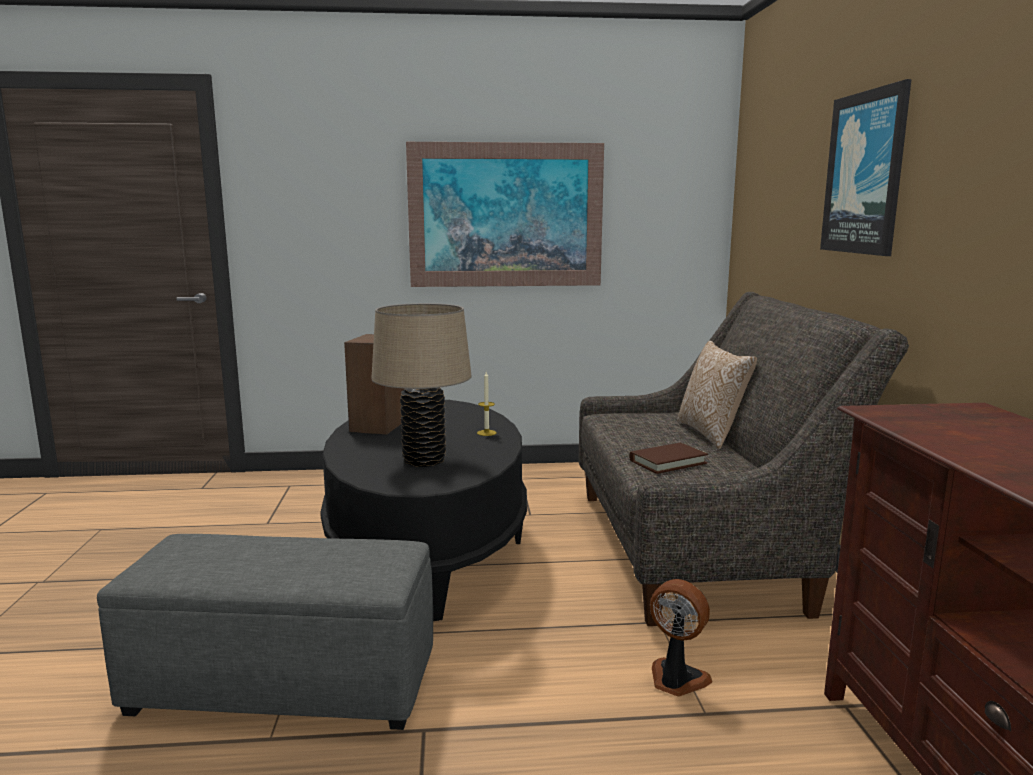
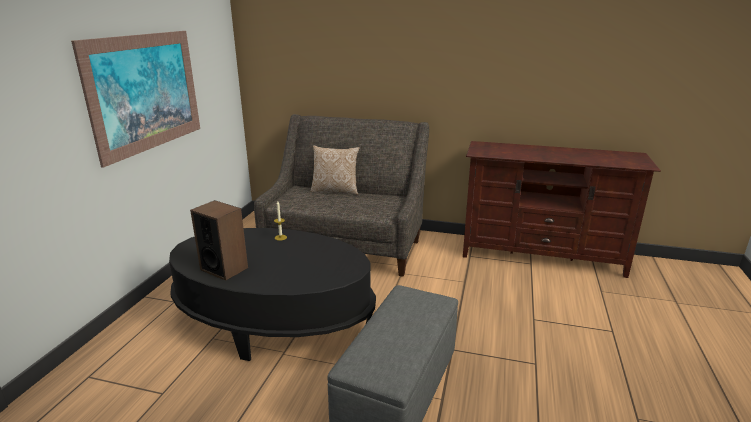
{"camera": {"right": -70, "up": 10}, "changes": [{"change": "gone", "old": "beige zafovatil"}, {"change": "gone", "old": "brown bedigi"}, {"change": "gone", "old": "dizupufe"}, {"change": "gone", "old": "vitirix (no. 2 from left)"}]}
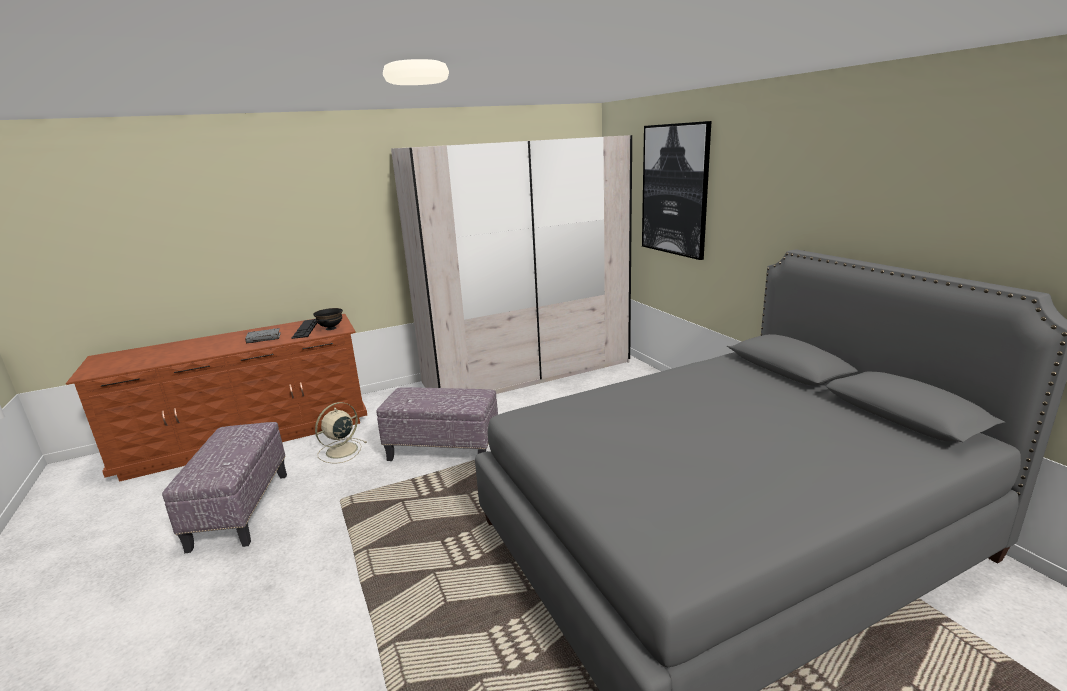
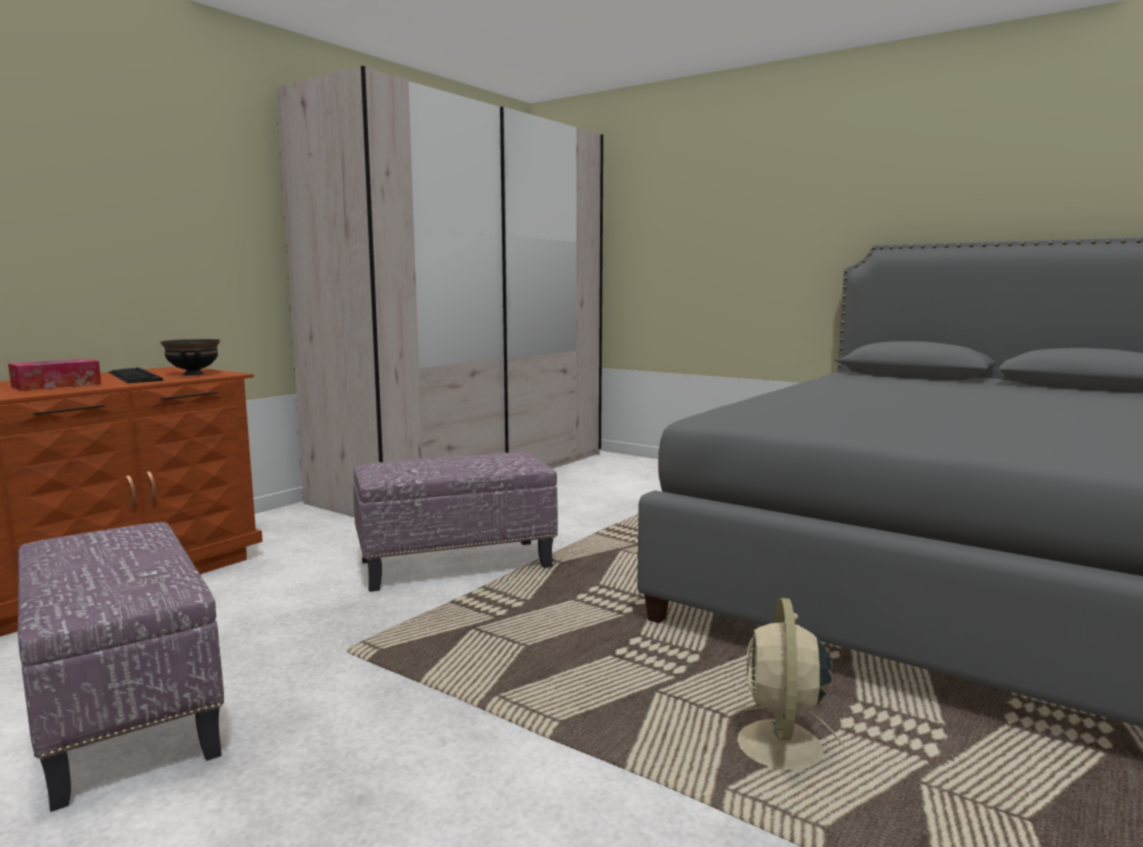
{"camera": {"right": -30, "up": -10}, "changes": [{"change": "swapped", "old": "grey bedigi", "new": "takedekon"}, {"change": "shifted", "old": "beige dizupufe"}, {"change": "gone", "old": "vitirix"}]}
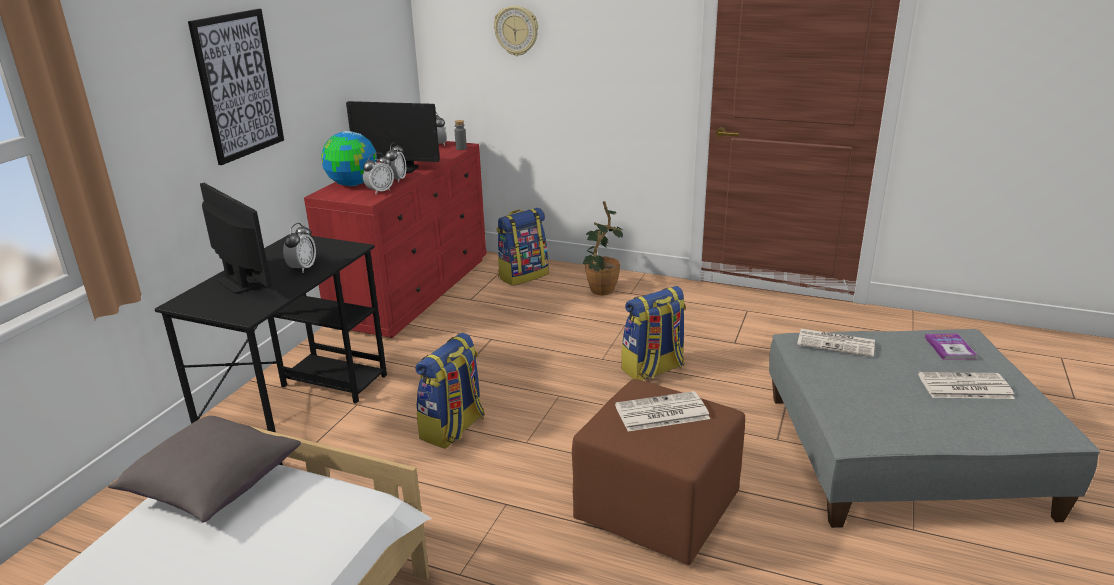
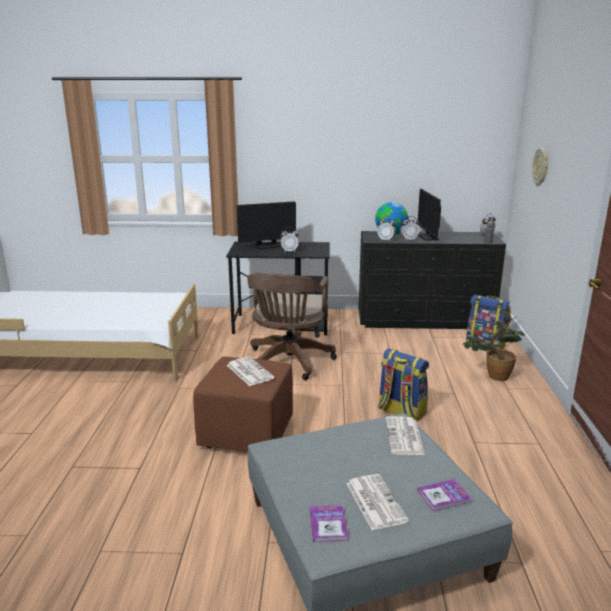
{"camera": {"right": 70, "up": -5}, "changes": [{"change": "gone", "old": "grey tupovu"}, {"change": "gone", "old": "vitirix"}, {"change": "rotated", "old": "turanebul (no. 1 from left)", "degrees": 45}, {"change": "repainted", "old": "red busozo", "new": "black busozo"}, {"change": "swapped", "old": "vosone (no. 1 from left)", "new": "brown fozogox"}, {"change": "new", "new": "bedigi (no. 1 from left)"}]}
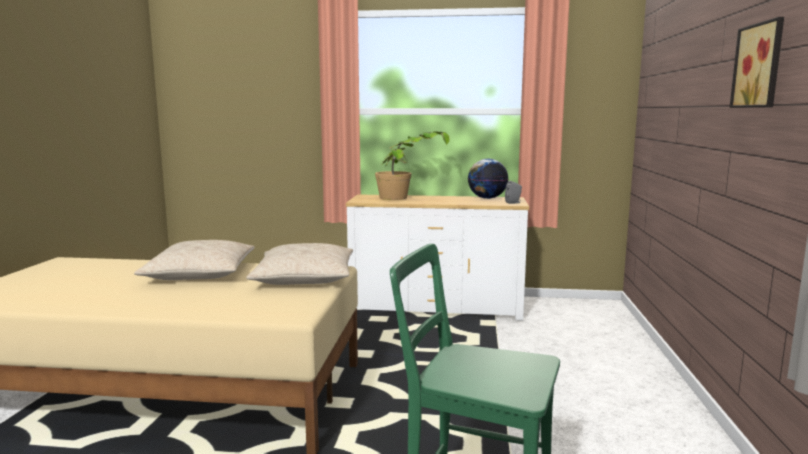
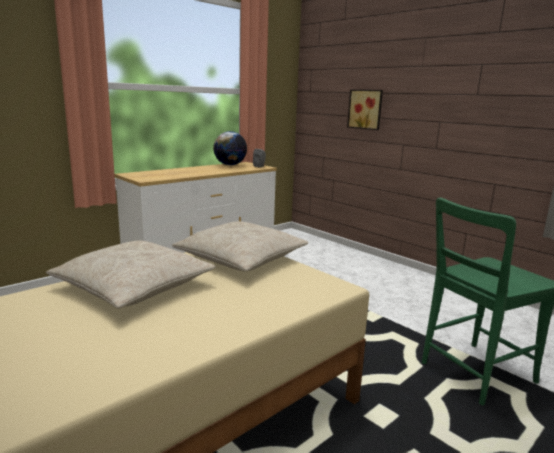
{"camera": {"right": -50, "up": 5}, "changes": [{"change": "gone", "old": "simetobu"}, {"change": "shifted", "old": "vitirix"}]}
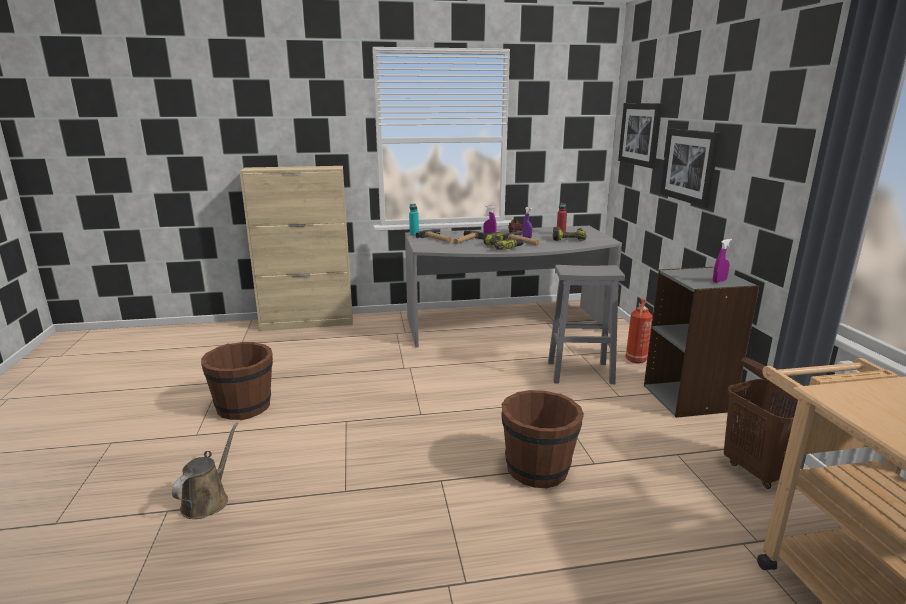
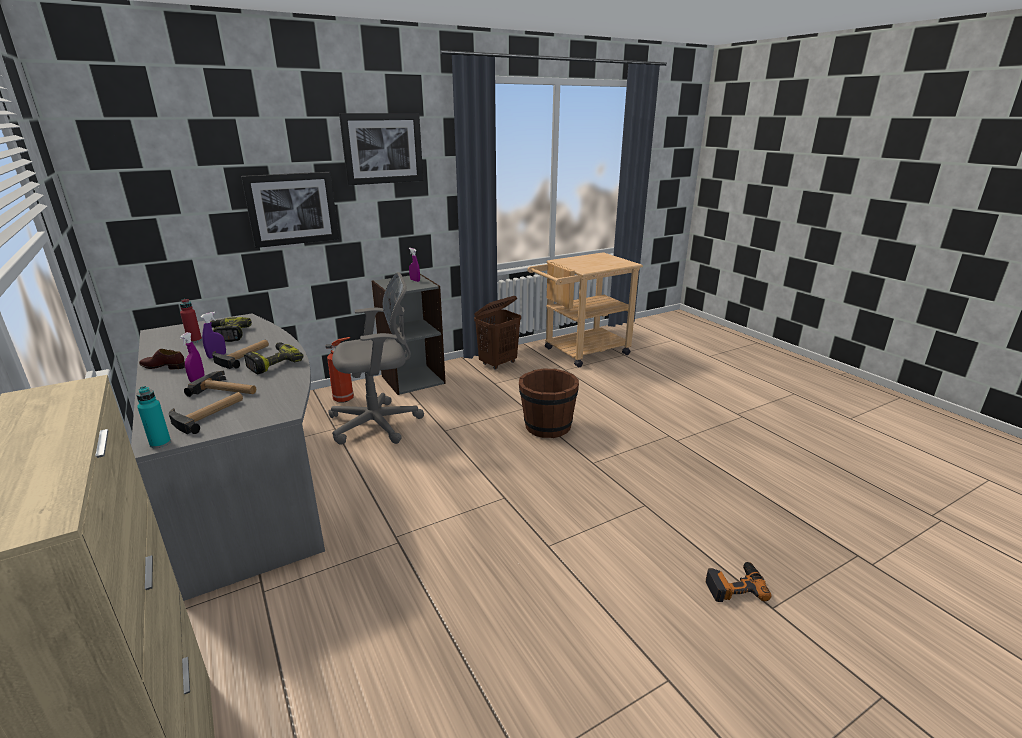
{"camera": {"right": -110, "up": 5}, "changes": [{"change": "swapped", "old": "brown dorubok", "new": "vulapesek (no. 3 from left)"}, {"change": "gone", "old": "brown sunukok (no. 1 from left)"}, {"change": "swapped", "old": "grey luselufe", "new": "grey fozogox"}, {"change": "shifted", "old": "vitirix (no. 1 from left in the first image)", "new": "vitirix (no. 2 from left)"}]}
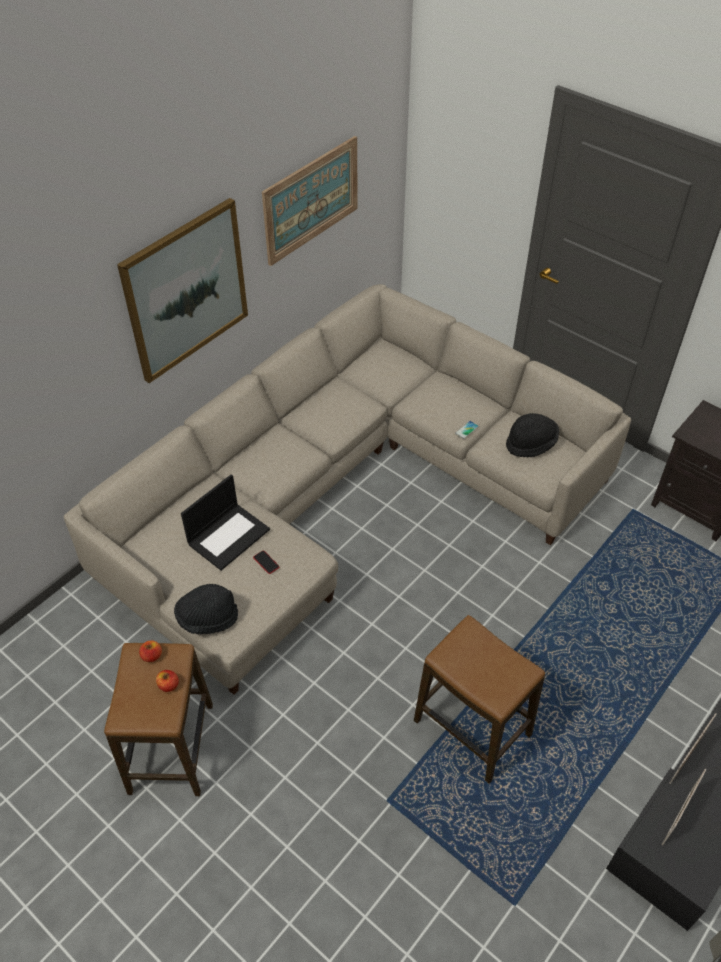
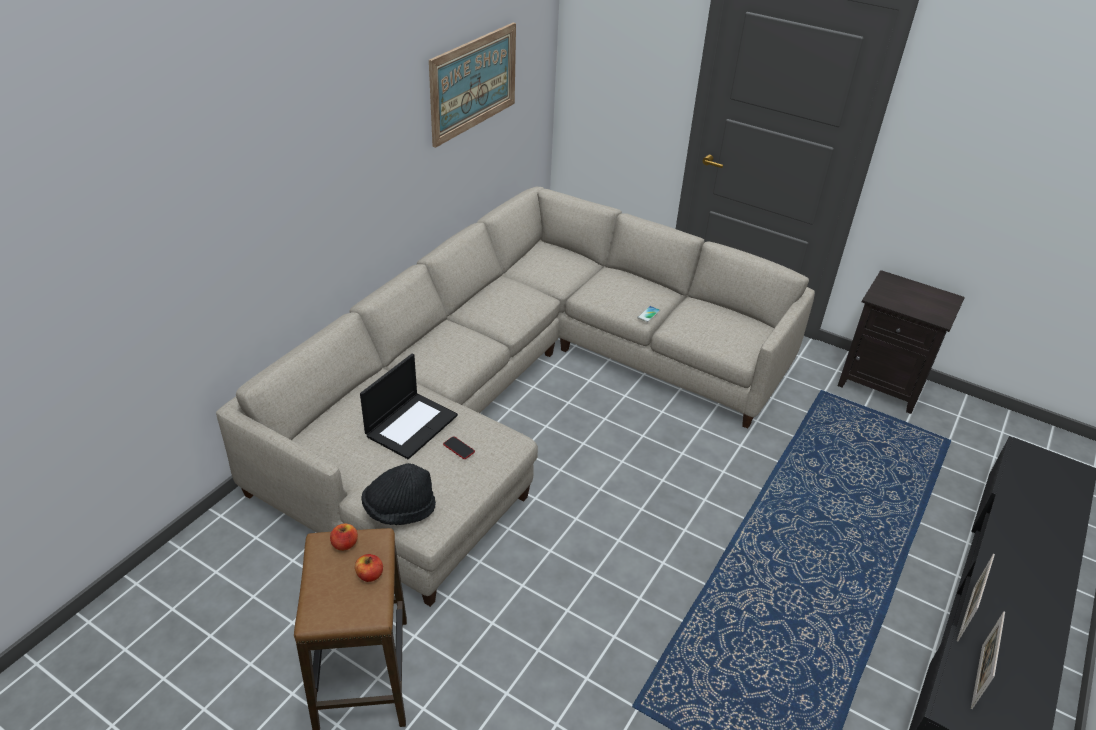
{"camera": {"right": -10, "up": -10}, "changes": [{"change": "gone", "old": "vitirix (no. 1 from left)"}, {"change": "gone", "old": "luselufe (no. 2 from left)"}, {"change": "gone", "old": "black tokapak (no. 2 from left)"}]}
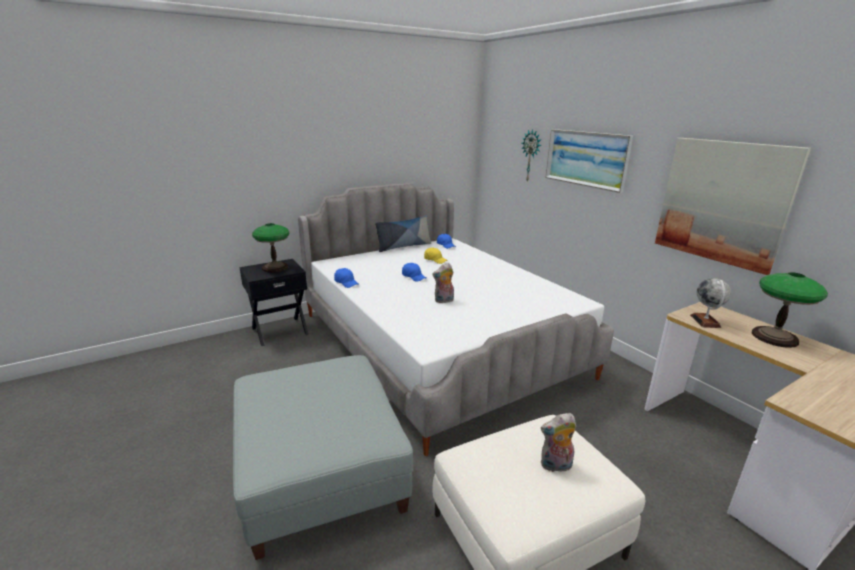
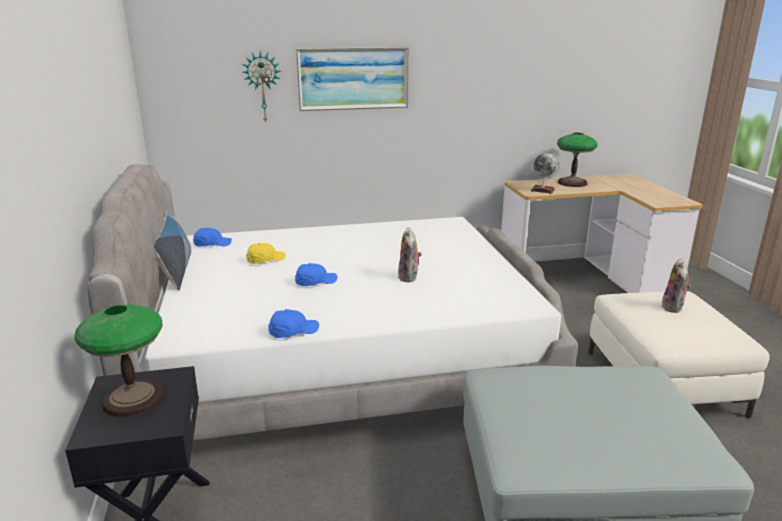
{"camera": {"right": -70, "up": 0}, "changes": [{"change": "gone", "old": "vitirix (no. 2 from left)"}]}
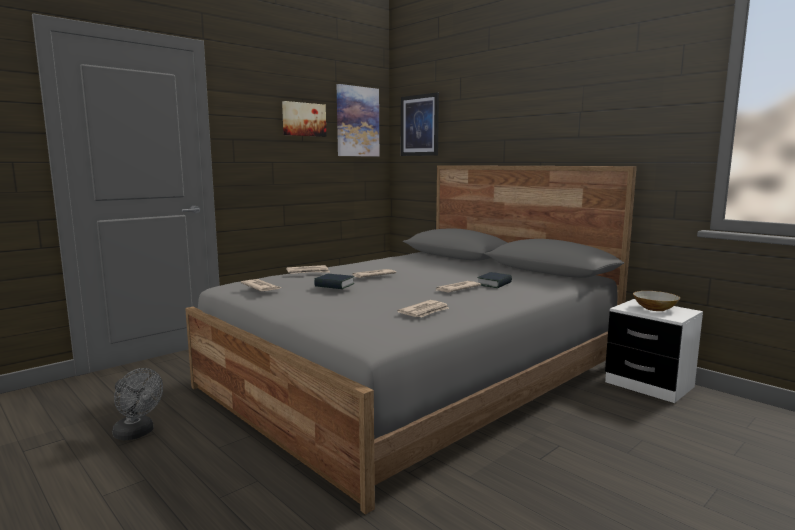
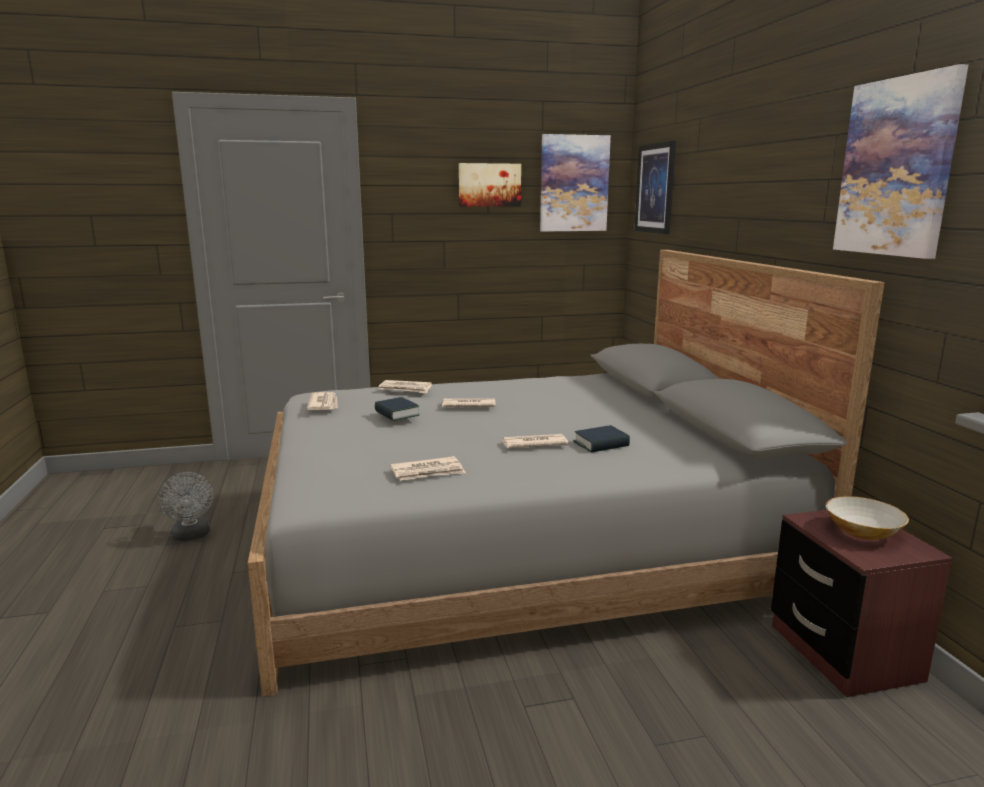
{"camera": {"right": 30, "up": 5}, "changes": [{"change": "repainted", "old": "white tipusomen", "new": "brown tipusomen"}, {"change": "new", "new": "vitirix (no. 4 from left)"}]}
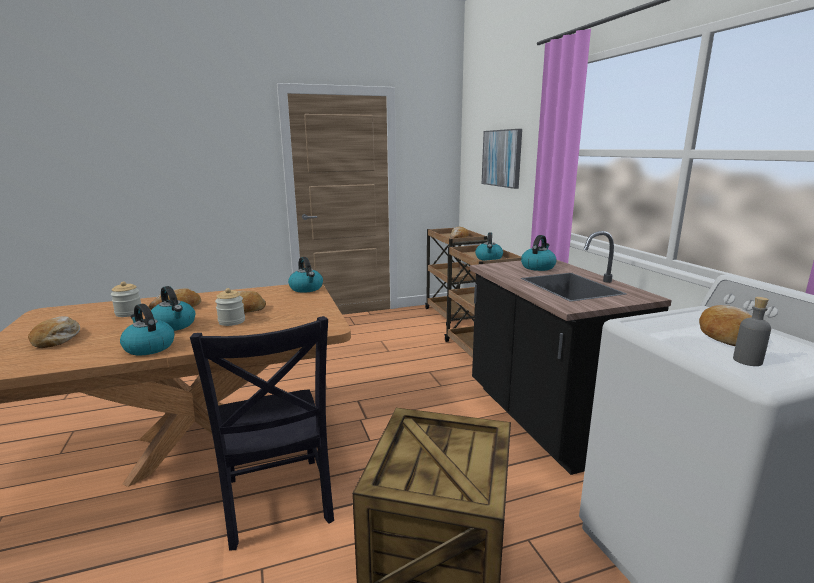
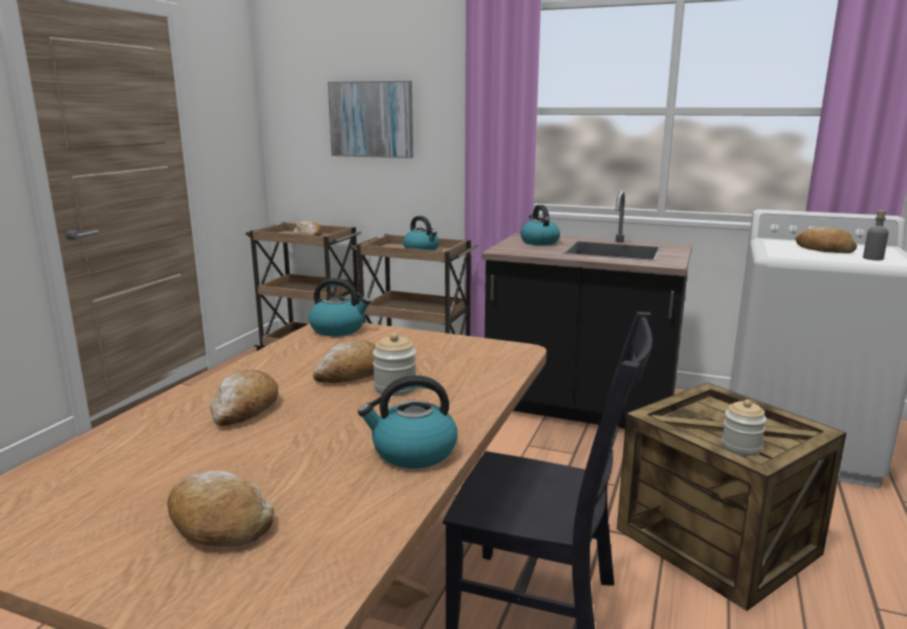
{"camera": {"right": -50, "up": 0}, "changes": [{"change": "shifted", "old": "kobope (no. 1 from left in the first image)", "new": "kobope (no. 2 from left)"}, {"change": "gone", "old": "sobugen (no. 2 from left)"}]}
